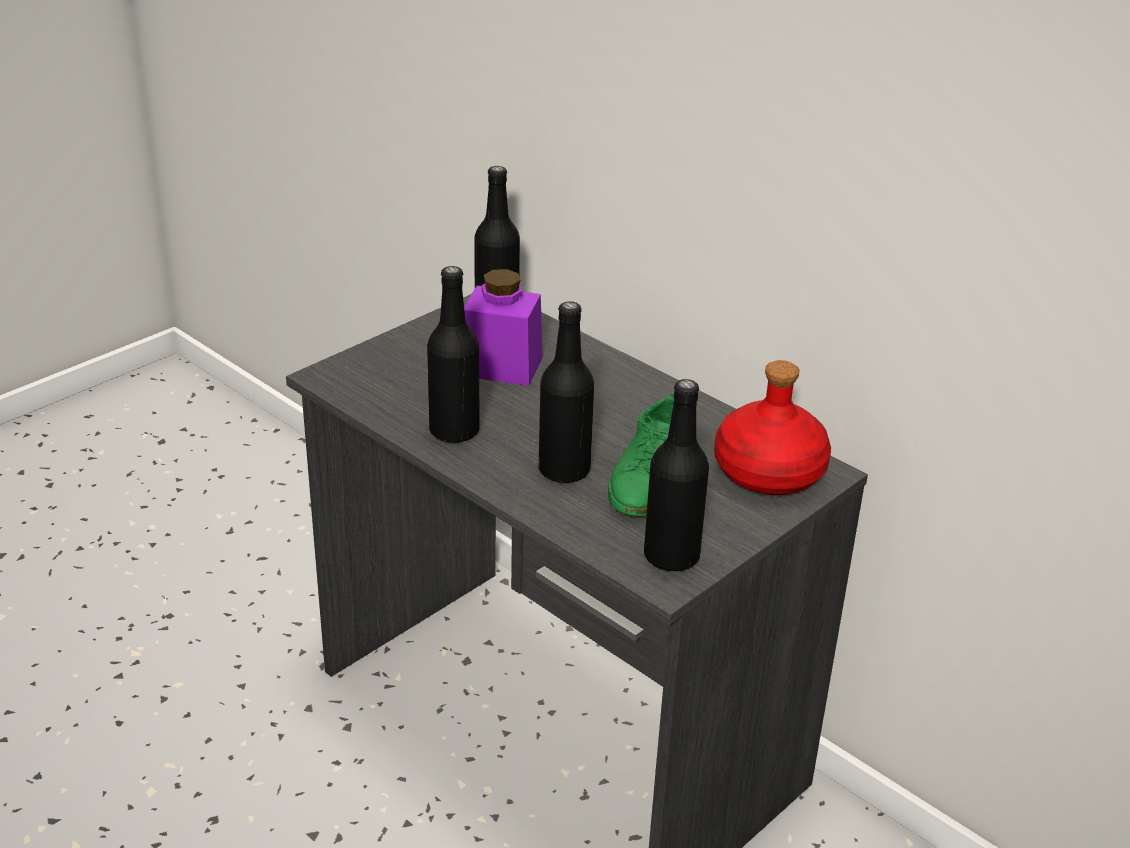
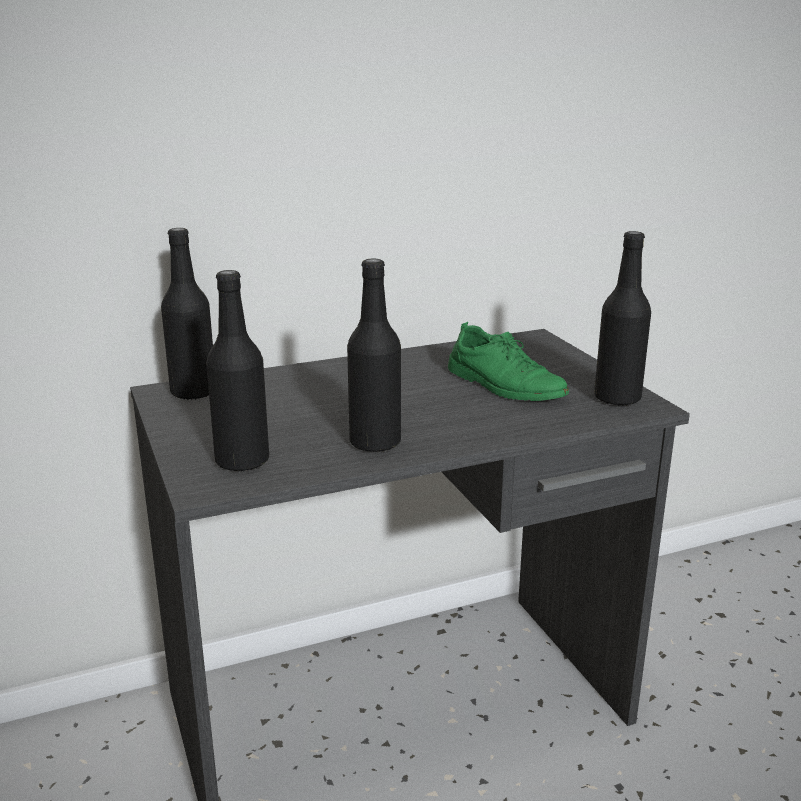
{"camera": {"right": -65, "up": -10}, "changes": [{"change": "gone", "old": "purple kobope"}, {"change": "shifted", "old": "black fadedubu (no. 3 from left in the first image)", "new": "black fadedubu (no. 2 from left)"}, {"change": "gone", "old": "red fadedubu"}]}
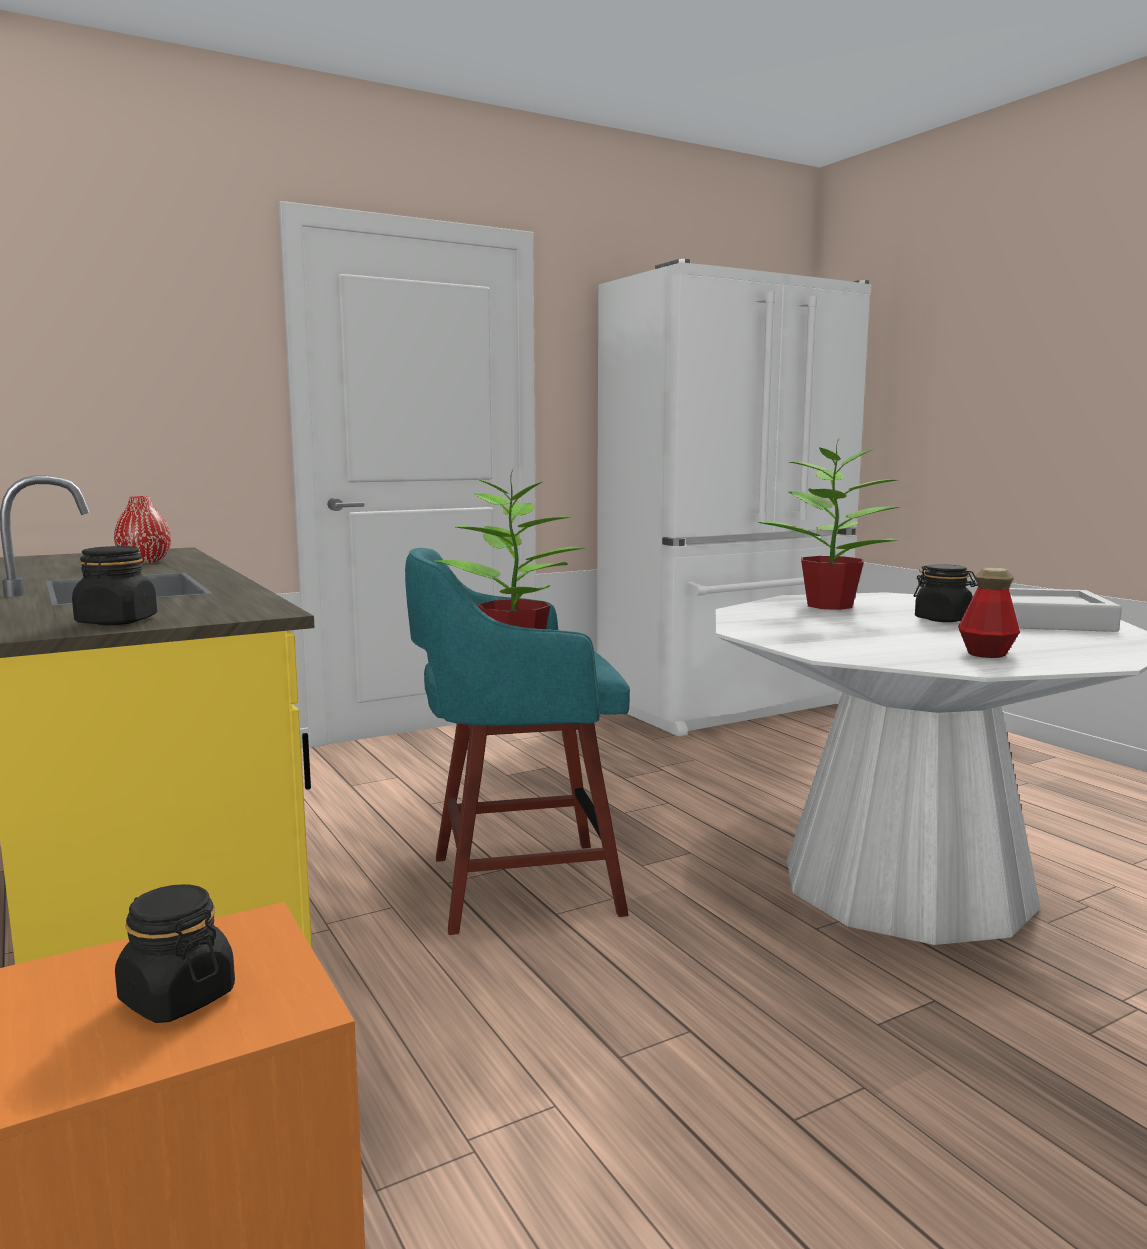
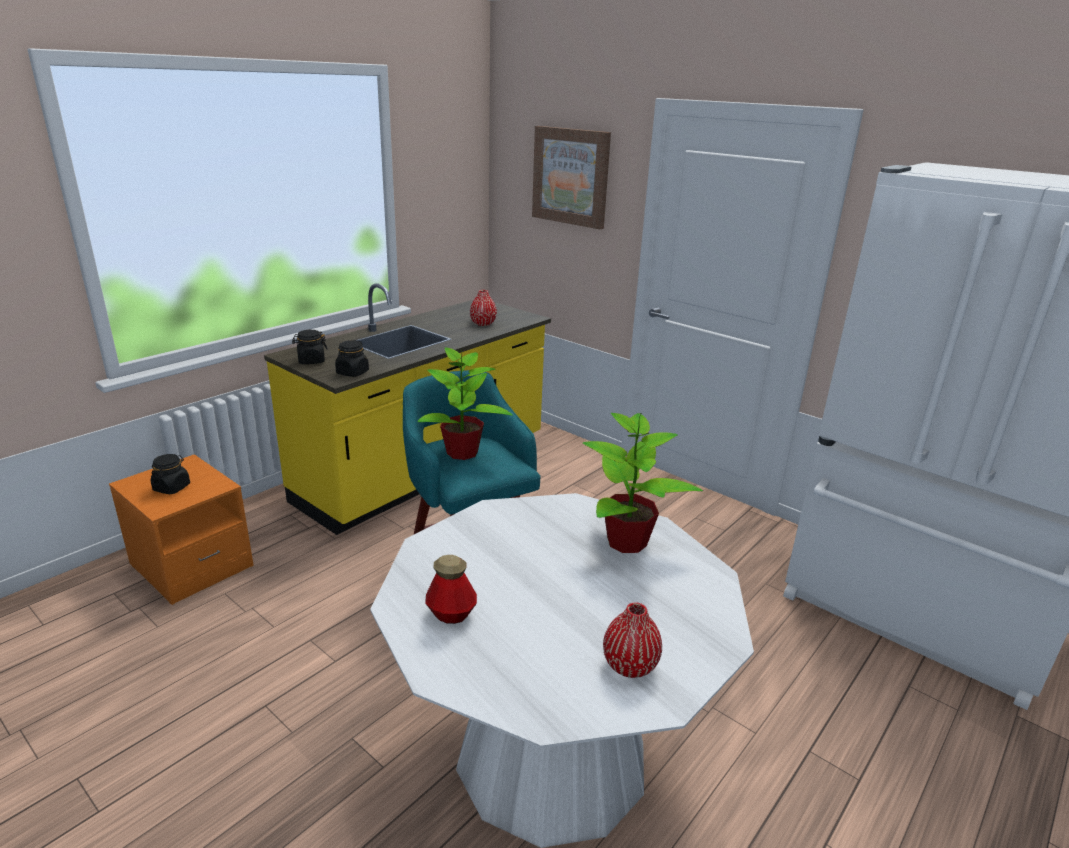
{"camera": {"right": 70, "up": 15}, "changes": [{"change": "shifted", "old": "black kobope (no. 3 from left)"}, {"change": "swapped", "old": "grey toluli", "new": "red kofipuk (no. 2 from left)"}, {"change": "new", "new": "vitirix"}]}
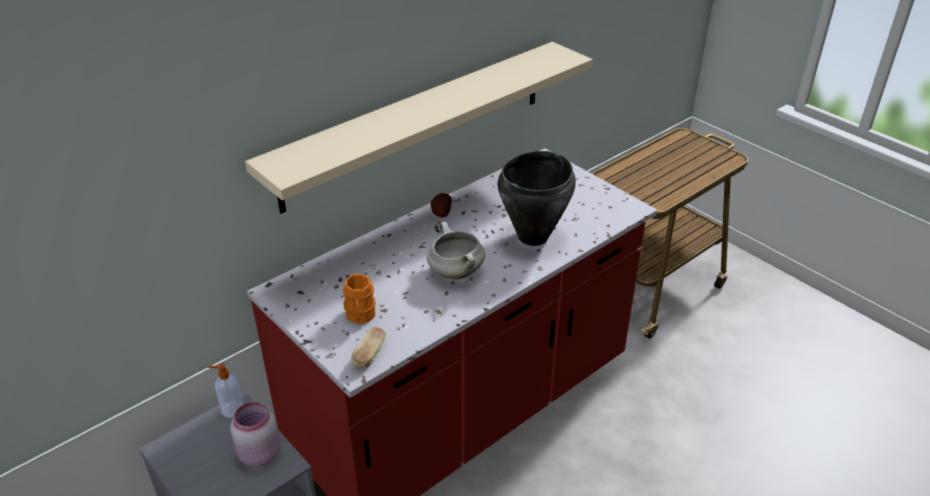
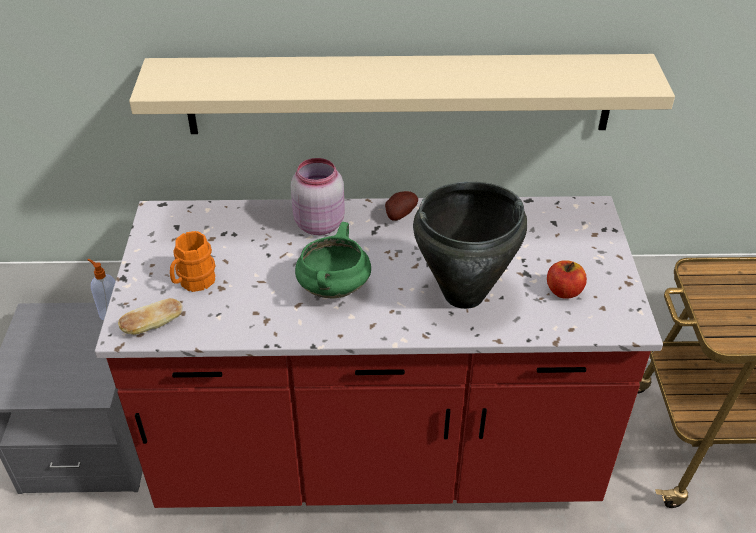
{"camera": {"right": 40, "up": 5}, "changes": [{"change": "shifted", "old": "pink kobope"}, {"change": "repainted", "old": "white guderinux", "new": "green guderinux"}, {"change": "new", "new": "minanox"}]}
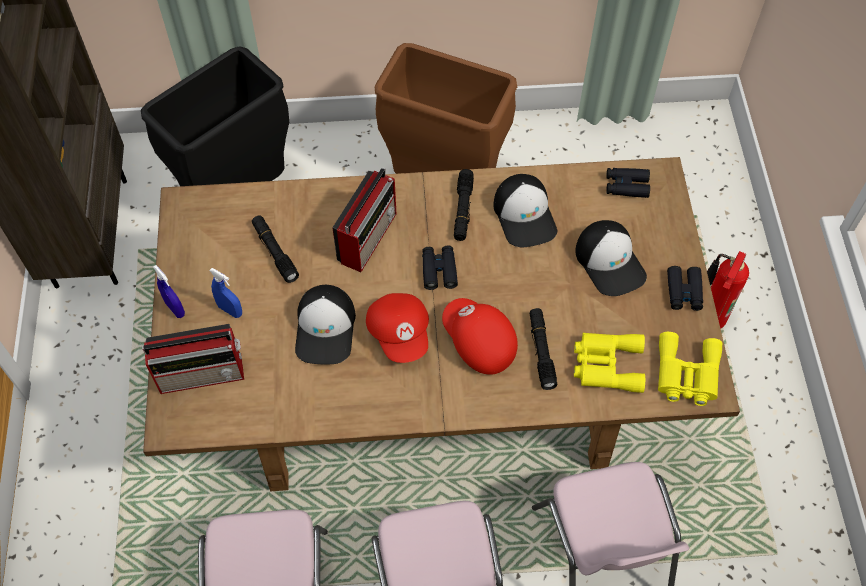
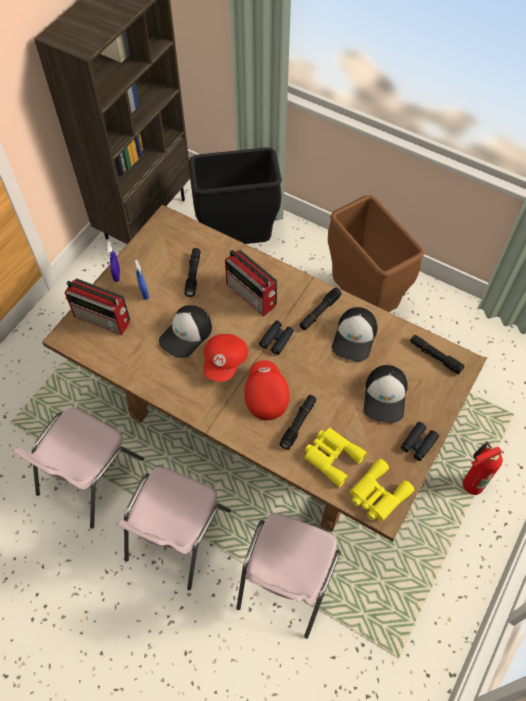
{"camera": {"right": 35, "up": 0}, "changes": [{"change": "rotated", "old": "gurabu (no. 2 from left)", "degrees": 75}, {"change": "swapped", "old": "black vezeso (no. 2 from left)", "new": "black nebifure (no. 4 from left)"}]}
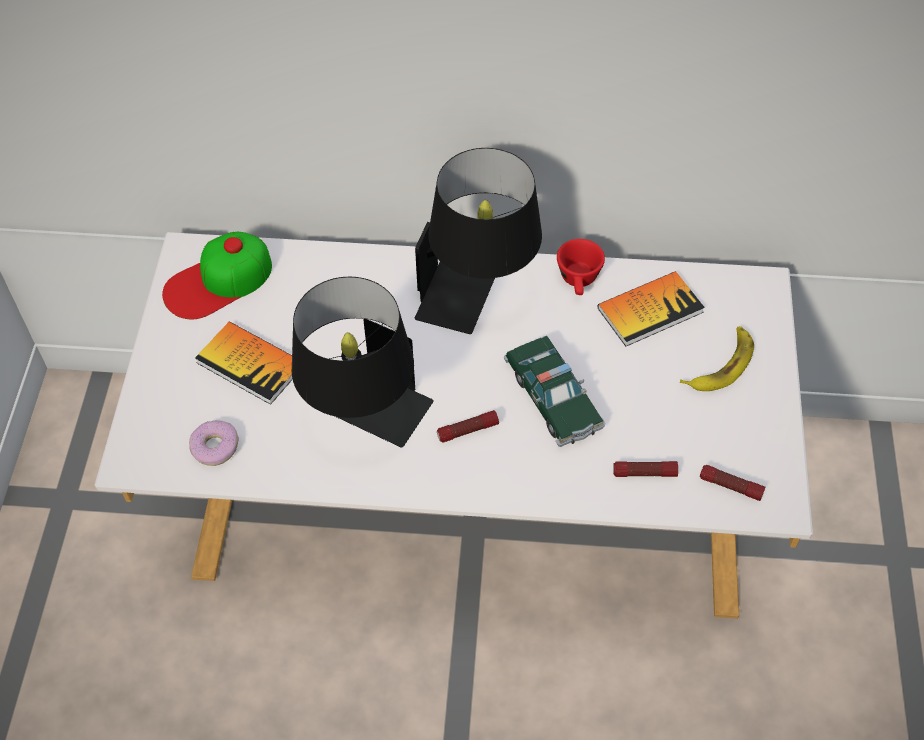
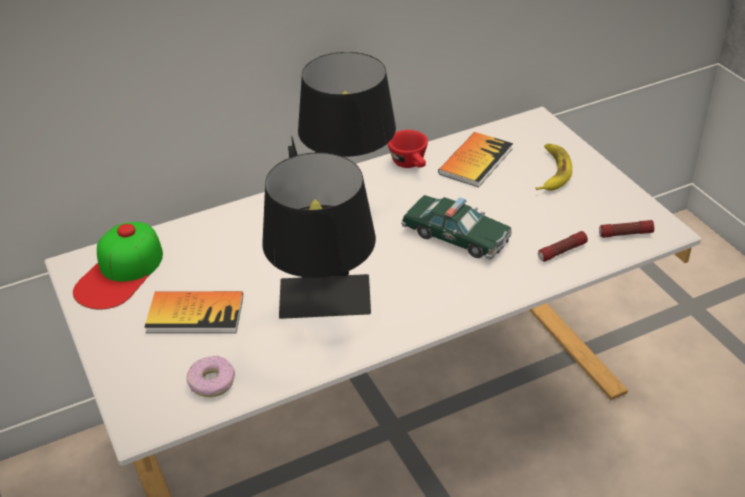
{"camera": {"right": -30, "up": -15}, "changes": [{"change": "gone", "old": "nebifure (no. 1 from left)"}]}
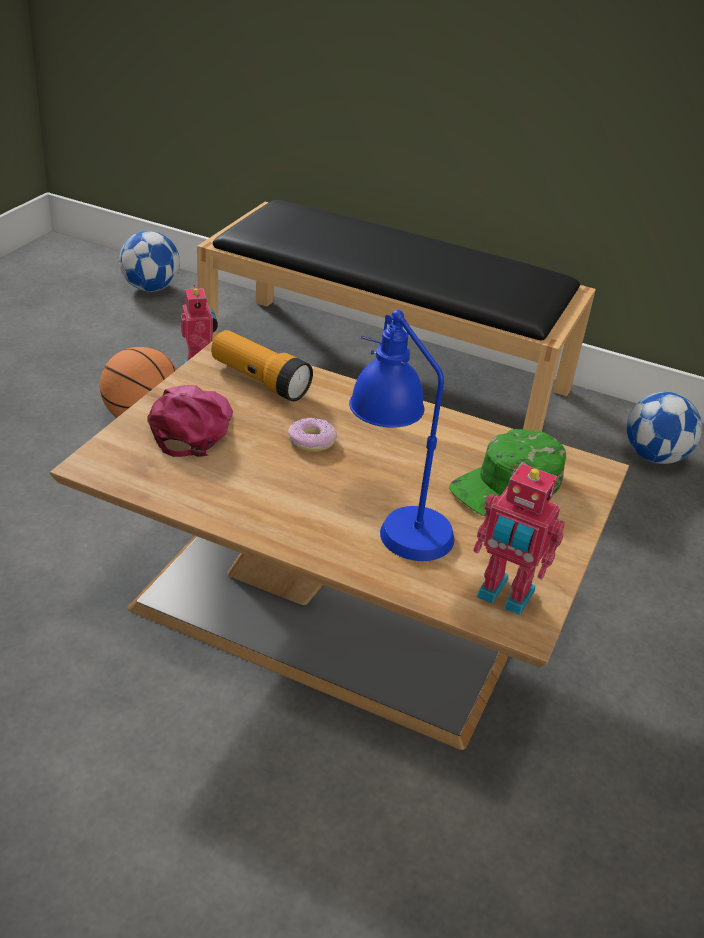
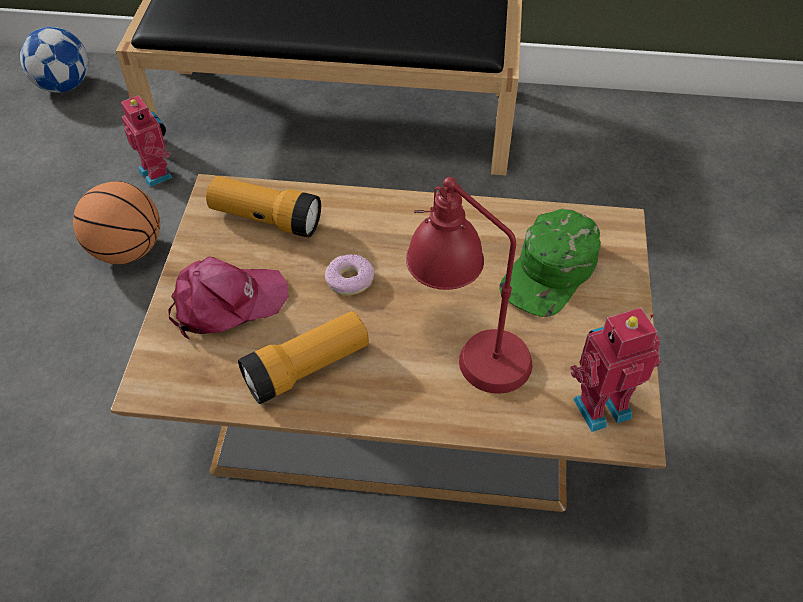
{"camera": {"right": -15, "up": 15}, "changes": [{"change": "rotated", "old": "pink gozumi", "degrees": 75}, {"change": "repainted", "old": "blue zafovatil", "new": "red zafovatil"}, {"change": "rotated", "old": "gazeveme (no. 2 from left)", "degrees": 150}, {"change": "gone", "old": "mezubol (no. 2 from left)"}, {"change": "new", "new": "nebifure (no. 2 from left)"}]}
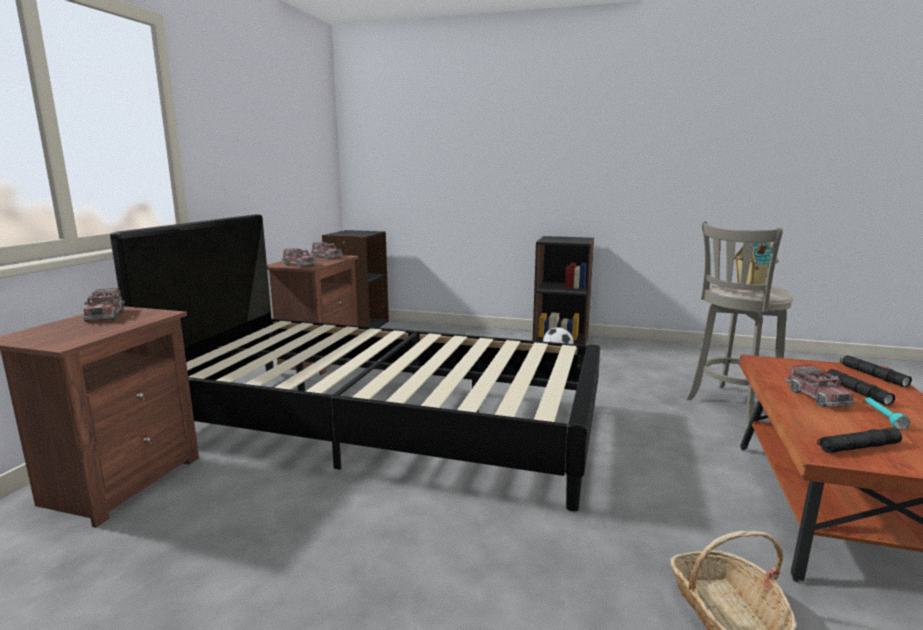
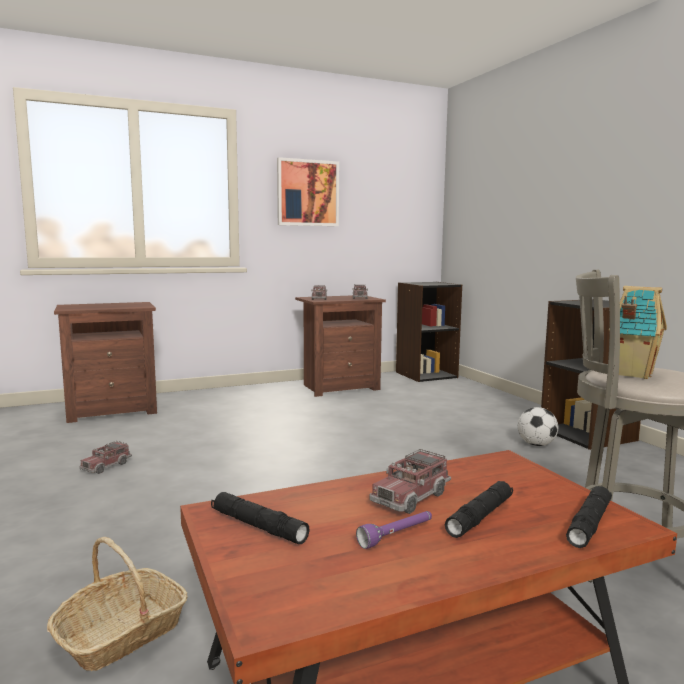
{"camera": {"right": 50, "up": -5}, "changes": [{"change": "shifted", "old": "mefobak (no. 1 from left)"}, {"change": "gone", "old": "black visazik"}, {"change": "repainted", "old": "turquoise nebifure", "new": "purple nebifure"}, {"change": "new", "new": "vitirix"}]}
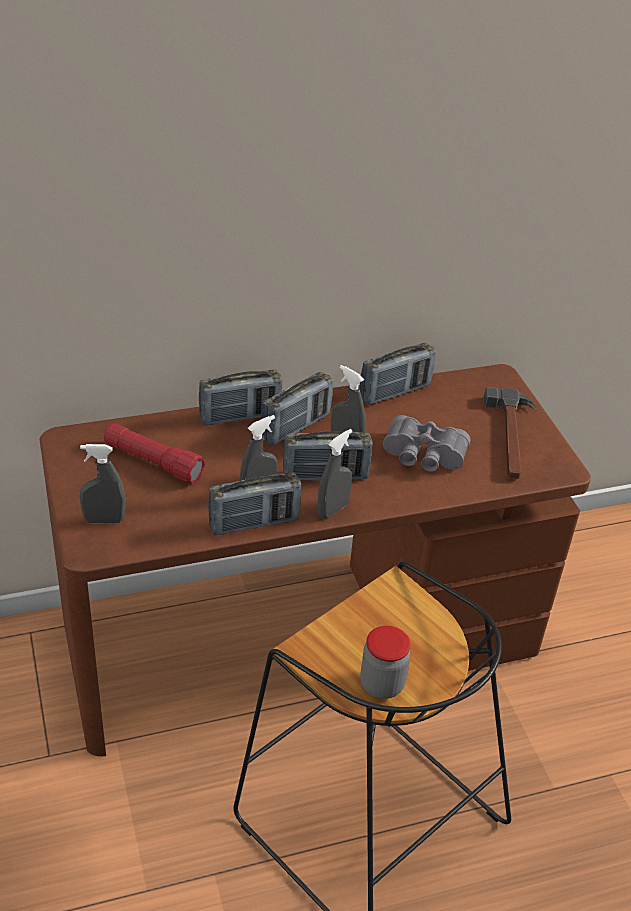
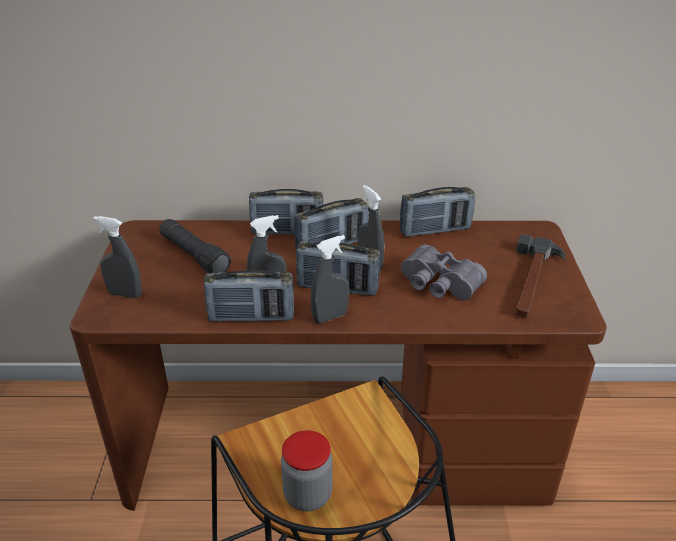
{"camera": {"right": 20, "up": -5}, "changes": [{"change": "repainted", "old": "red nebifure", "new": "black nebifure"}]}
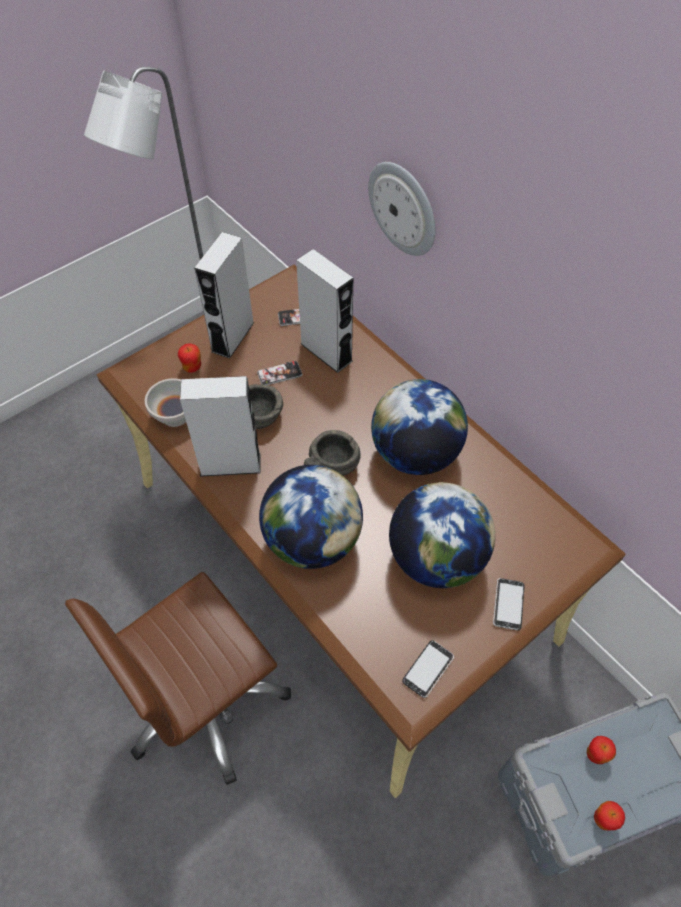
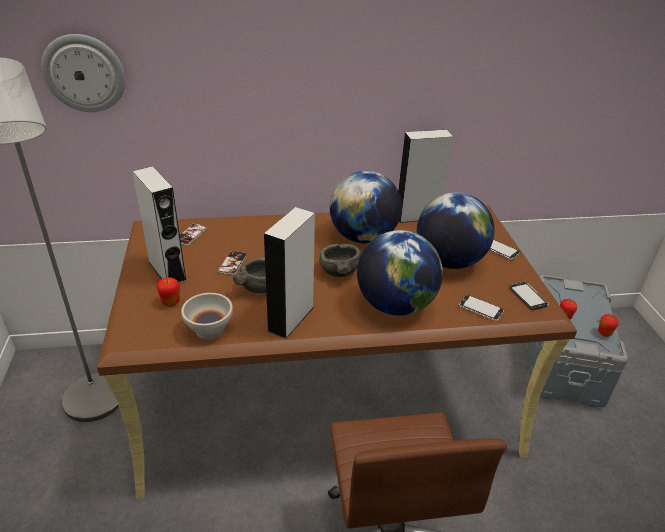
{"camera": {"right": -60, "up": -20}, "changes": [{"change": "shifted", "old": "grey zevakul (no. 3 from left)"}, {"change": "shifted", "old": "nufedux"}, {"change": "new", "new": "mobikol (no. 3 from left)"}]}
